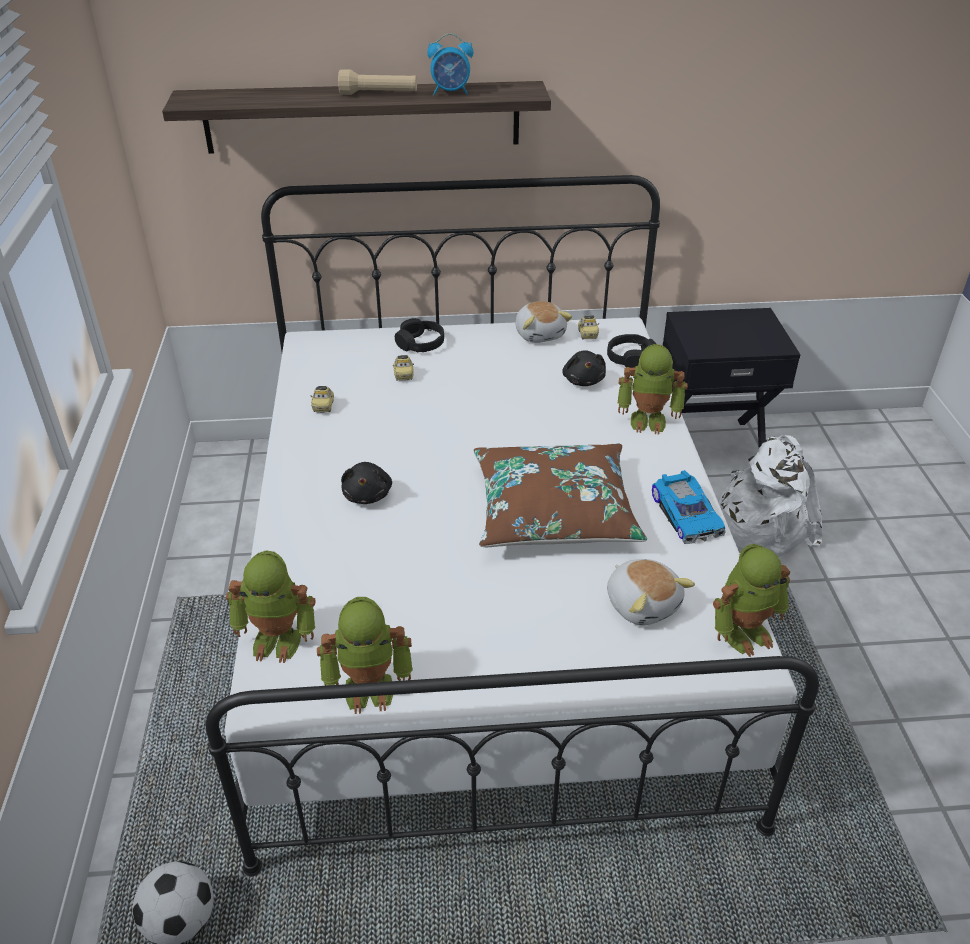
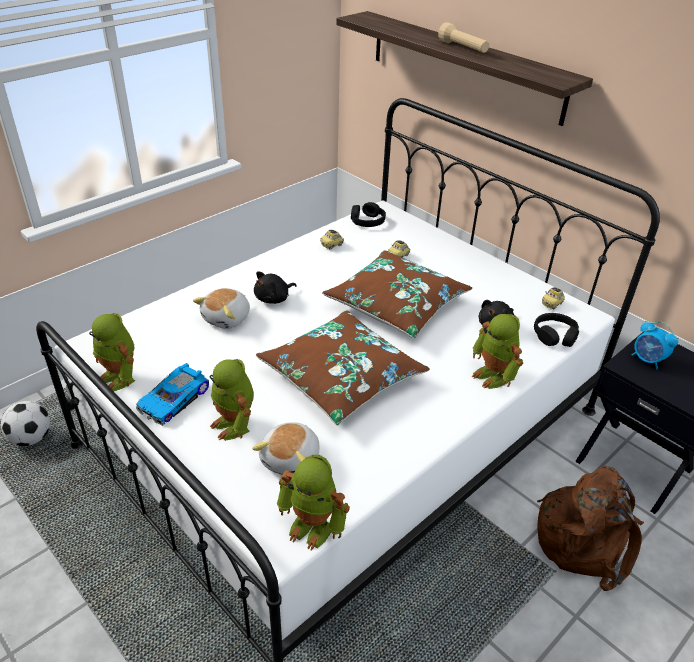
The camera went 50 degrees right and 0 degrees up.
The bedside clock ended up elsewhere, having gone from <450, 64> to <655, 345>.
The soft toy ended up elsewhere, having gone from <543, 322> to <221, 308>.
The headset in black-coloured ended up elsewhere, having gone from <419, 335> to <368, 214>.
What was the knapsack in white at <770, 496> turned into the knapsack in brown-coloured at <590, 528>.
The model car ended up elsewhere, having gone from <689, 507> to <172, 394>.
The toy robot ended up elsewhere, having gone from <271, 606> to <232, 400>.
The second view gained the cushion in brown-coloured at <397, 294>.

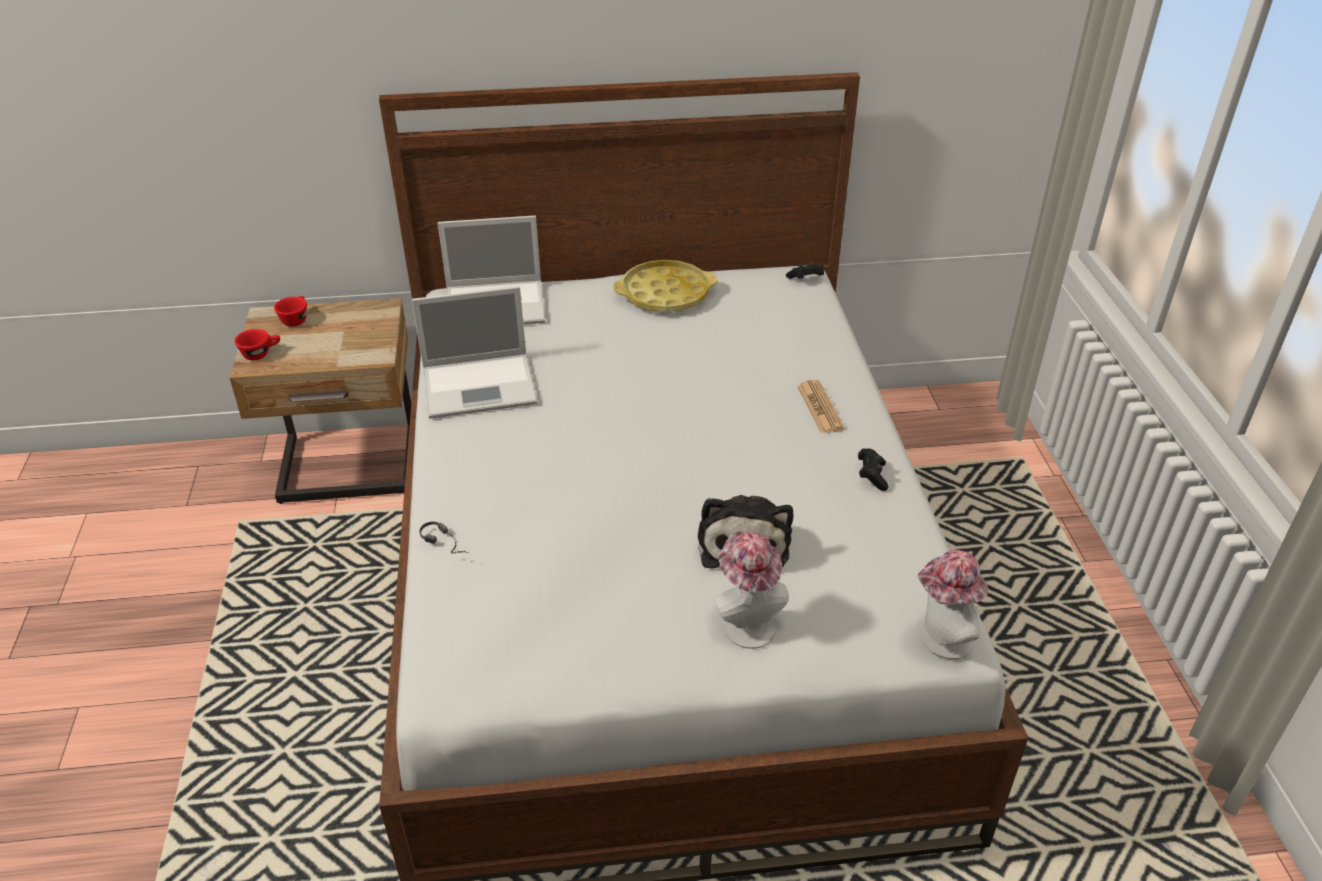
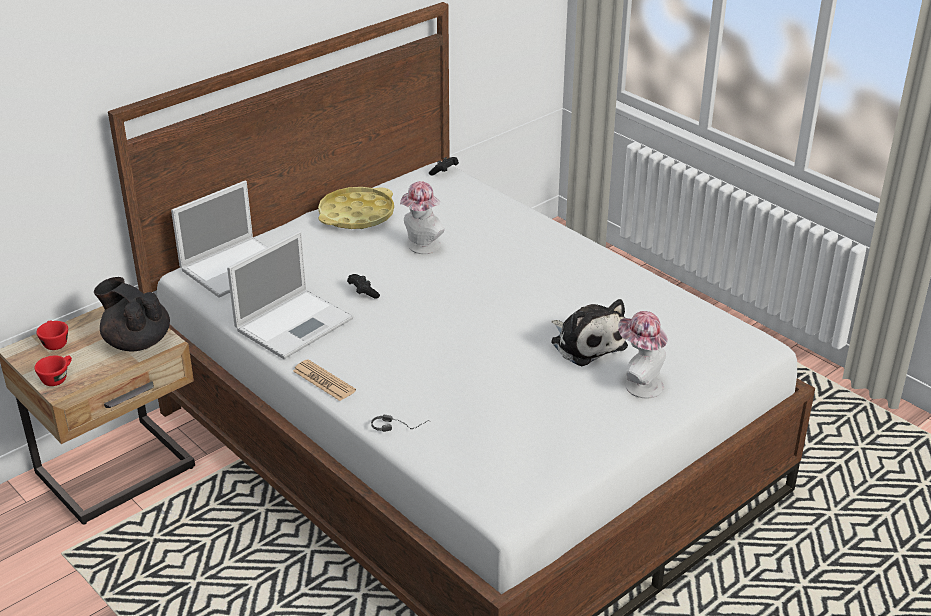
The camera went 35 degrees left and 5 degrees down.
The newspaper ended up elsewhere, having gone from <820, 406> to <324, 380>.
The gamepad in black-coloured ended up elsewhere, having gone from <873, 469> to <363, 286>.
The wearable hat ended up elsewhere, having gone from <952, 604> to <422, 217>.
The second view gained the pot for tea in black-coloured at <132, 314>.

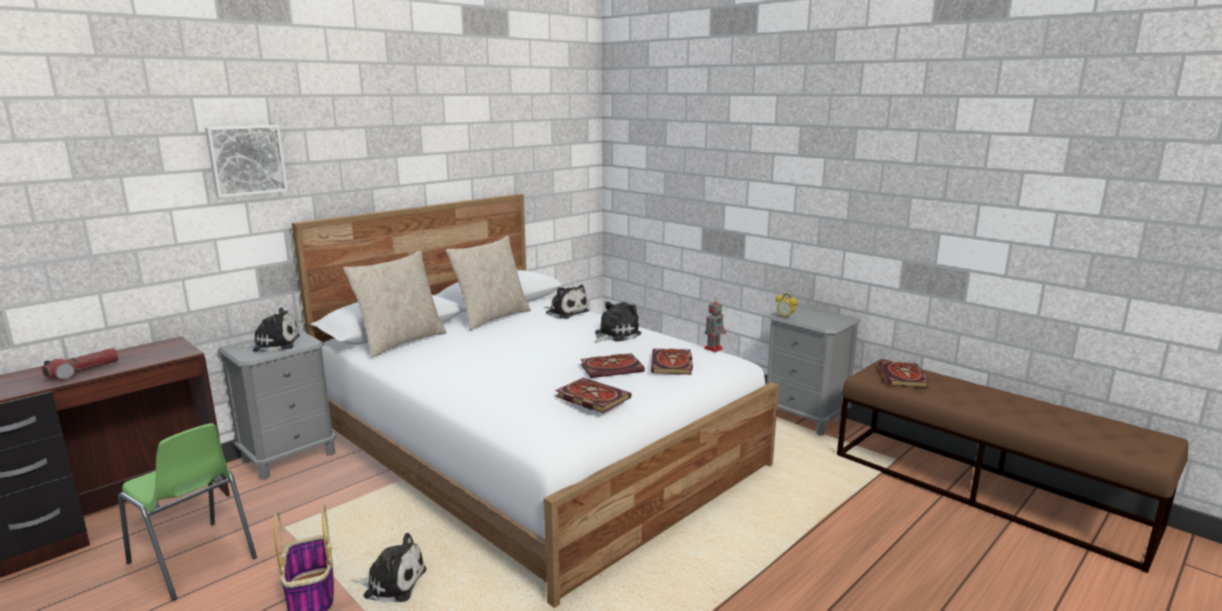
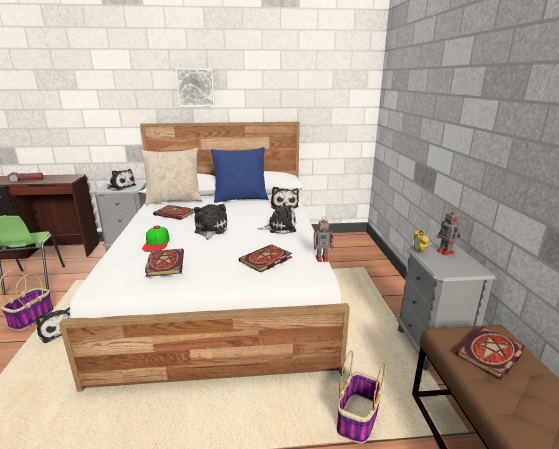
The camera went 40 degrees right and 5 degrees up.
The wall picture ended up elsewhere, having gone from <246, 161> to <195, 87>.
What was the cushion in sand-coloured at <488, 283> turned into the cushion in bluish at <239, 175>.
The book ended up elsewhere, having gone from <613, 365> to <174, 212>.
The second view gained the soft toy at <210, 222>.
The second view gained the toy robot at <448, 231>.
The second view gained the peaked cap at <156, 238>.
The second view gained the storage basket at <361, 396>.

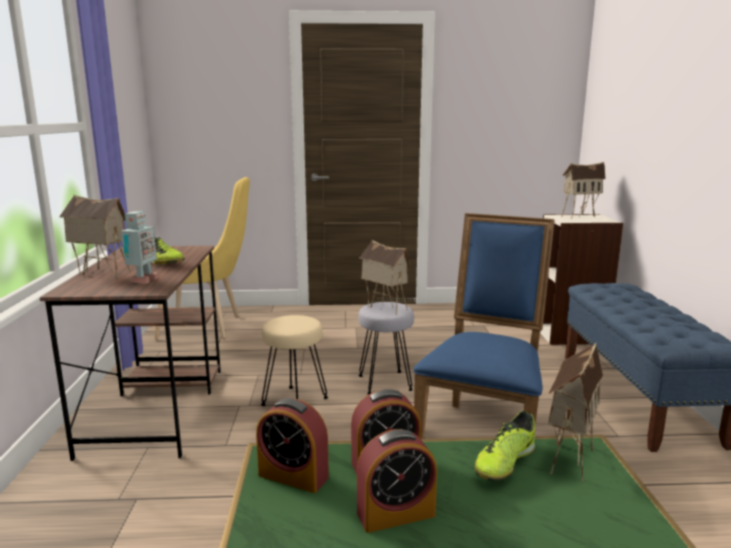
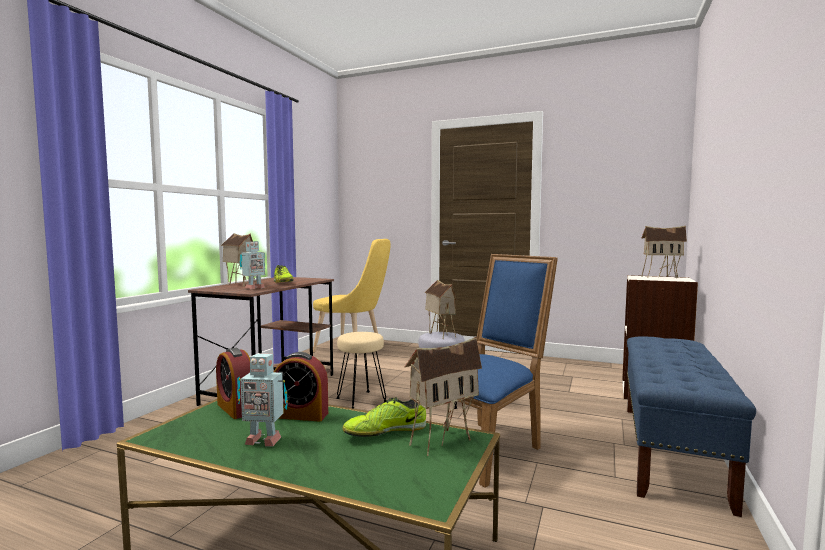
The camera went 25 degrees right and 10 degrees down.
Where the bedside clock stood at <397, 481>, the toy robot came to stand at <262, 400>.

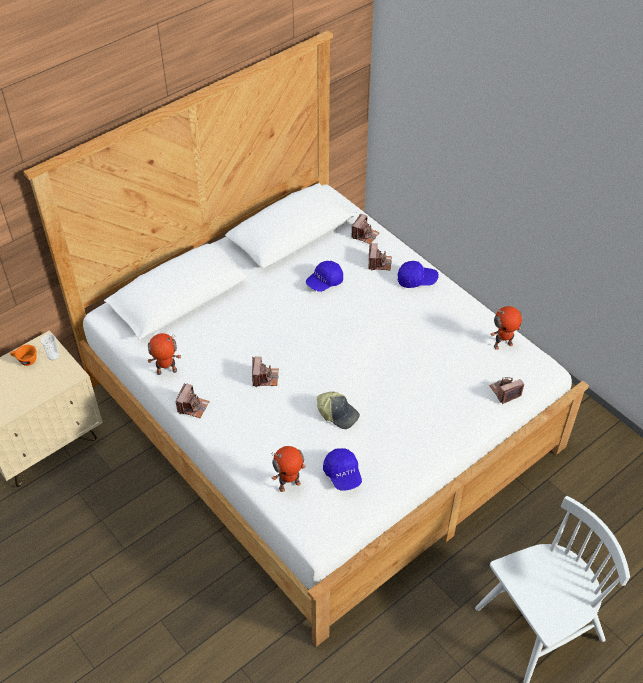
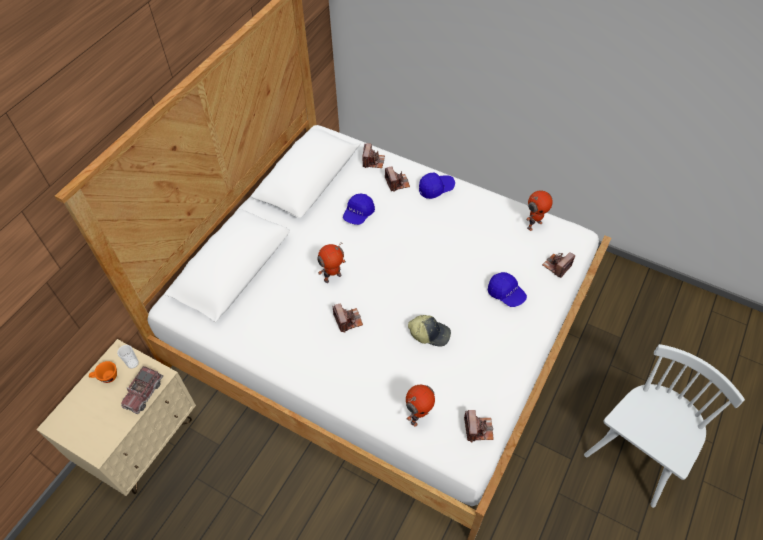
The camera went 20 degrees left and 5 degrees up.
The toy robot ended up elsewhere, having gone from <164, 354> to <331, 263>.
The still camera ended up elsewhere, having gone from <192, 400> to <479, 426>.
The peaked cap in bluish ended up elsewhere, having gone from <342, 469> to <507, 289>.
The second view gained the toy lorry at <142, 390>.

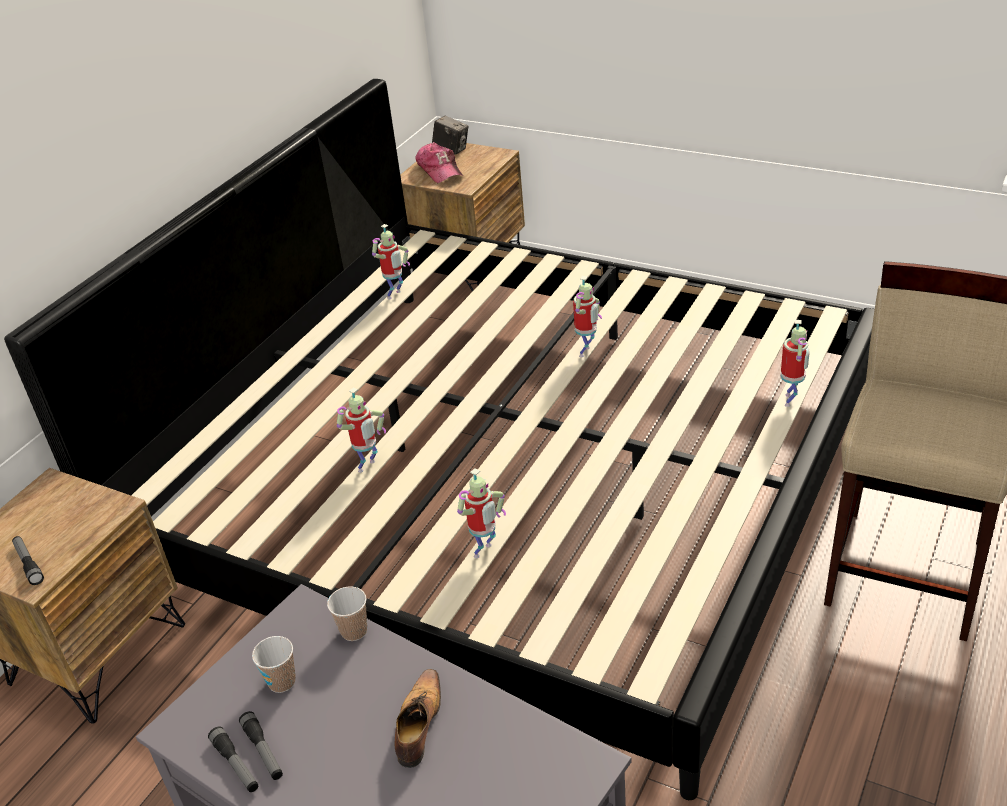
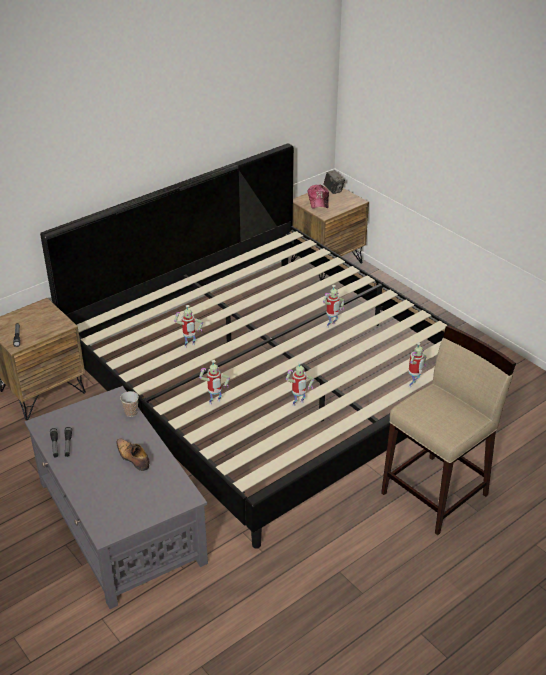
The camera went 20 degrees right and 0 degrees up.
The toy robot ended up elsewhere, having gone from <391, 261> to <300, 383>.
The second view lost the cup at <274, 664>.
The shoe at <418, 718> ended up facing another way, 75 degrees counterclockwise from before.

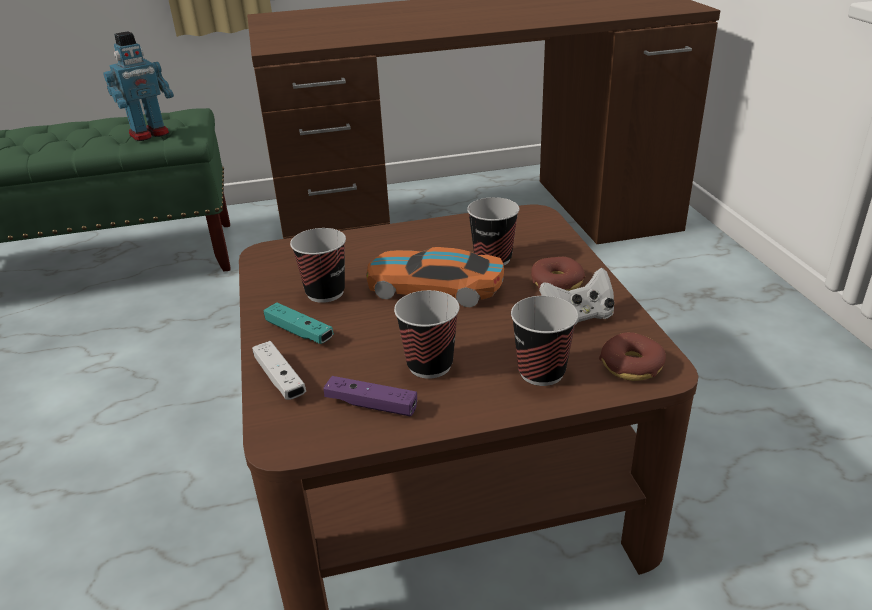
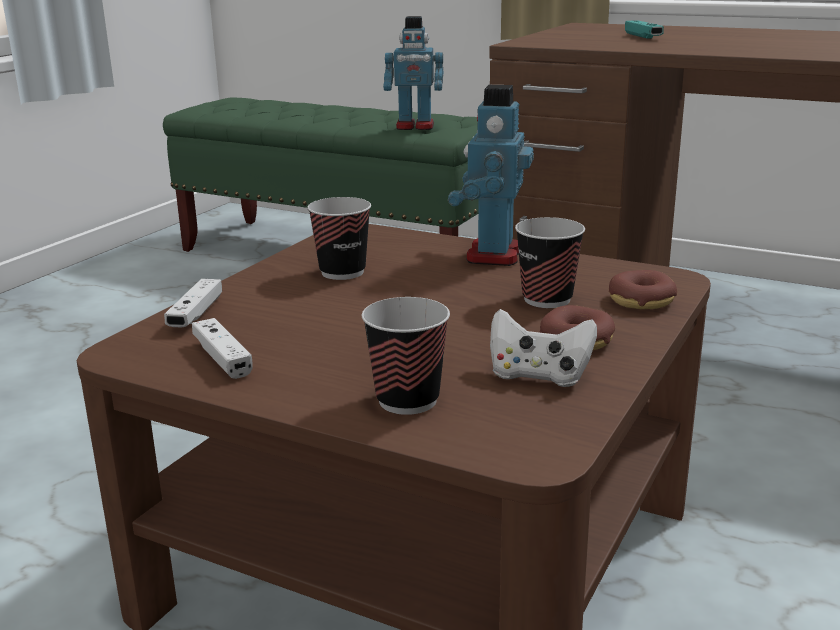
The camera went 40 degrees right and 10 degrees down.
The second view lost the model car at <435, 277>.
The second view lost the cup at <426, 334>.
The gamepad in blue-green ended up elsewhere, having gone from <299, 323> to <644, 29>.
The donut ended up elsewhere, having gone from <632, 356> to <643, 290>.
What was the gamepad in purple-coloured at <370, 396> turned into the gamepad in white at <222, 348>.
The second view gained the toy robot at <491, 175>.

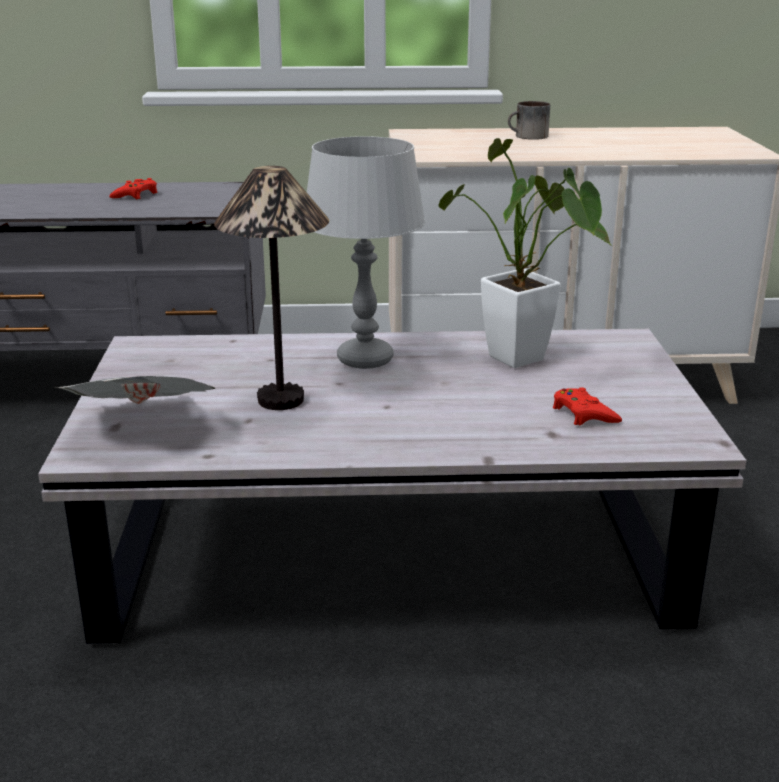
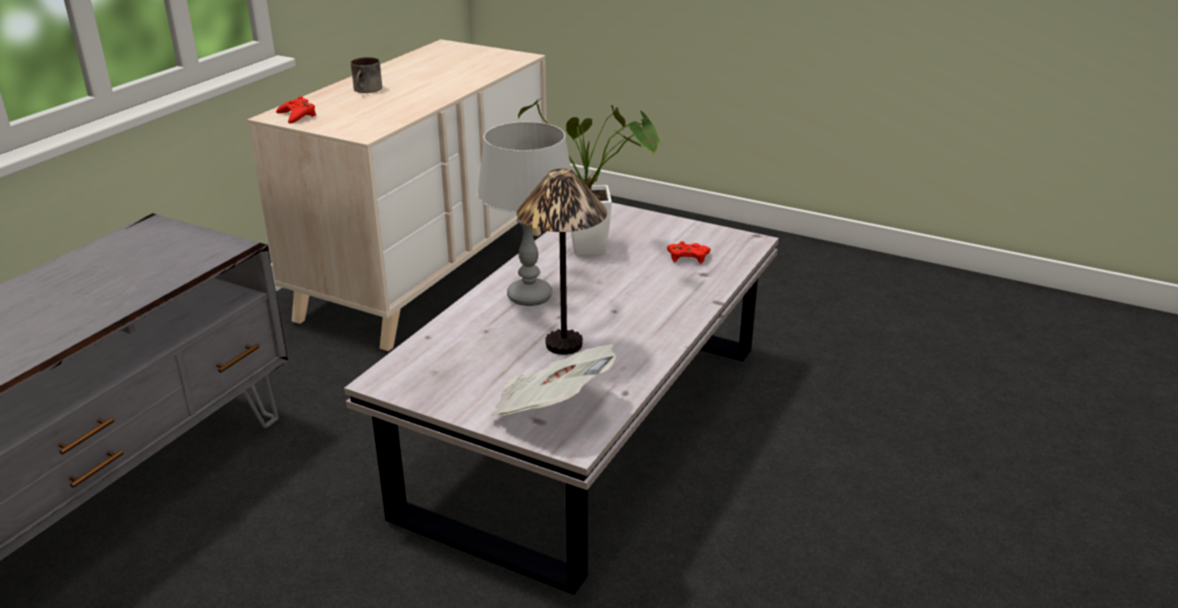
The camera went 60 degrees left and 5 degrees up.
The gamepad in red-coloured ended up elsewhere, having gone from <133, 188> to <296, 109>.

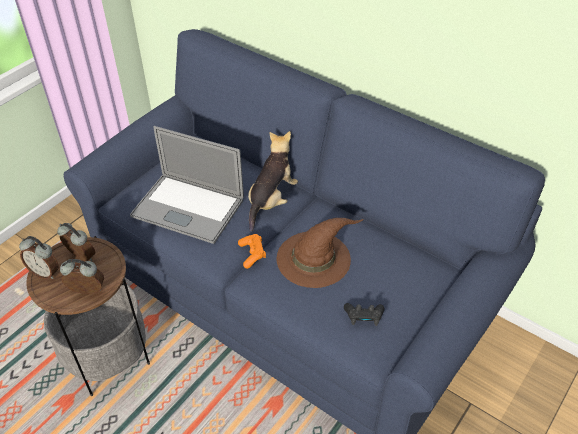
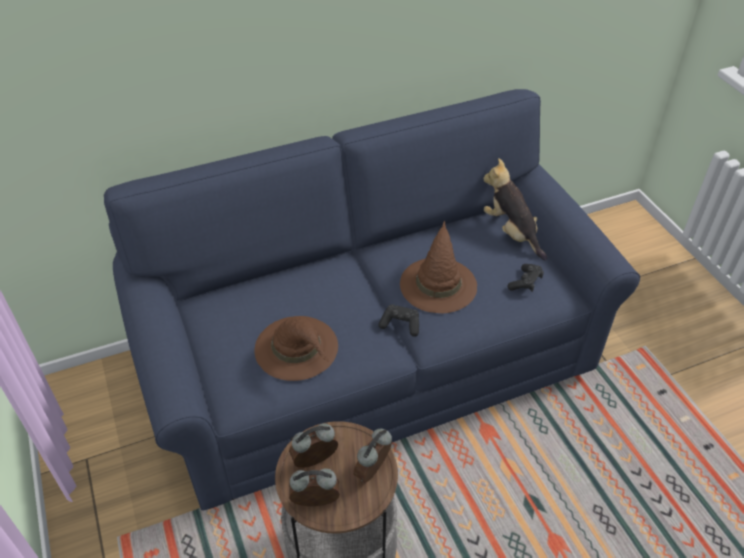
The camera went 60 degrees left and 0 degrees up.
Where the notebook computer stood at <187, 185>, the wearable hat in brown-coloured came to stand at <296, 348>.
The soft toy ended up elsewhere, having gone from <273, 181> to <515, 209>.
What was the gamepad in orange at <252, 251> turned into the gamepad in black-coloured at <399, 320>.
The bedside clock at <39, 257> ended up facing another way, 150 degrees counterclockwise from before.

